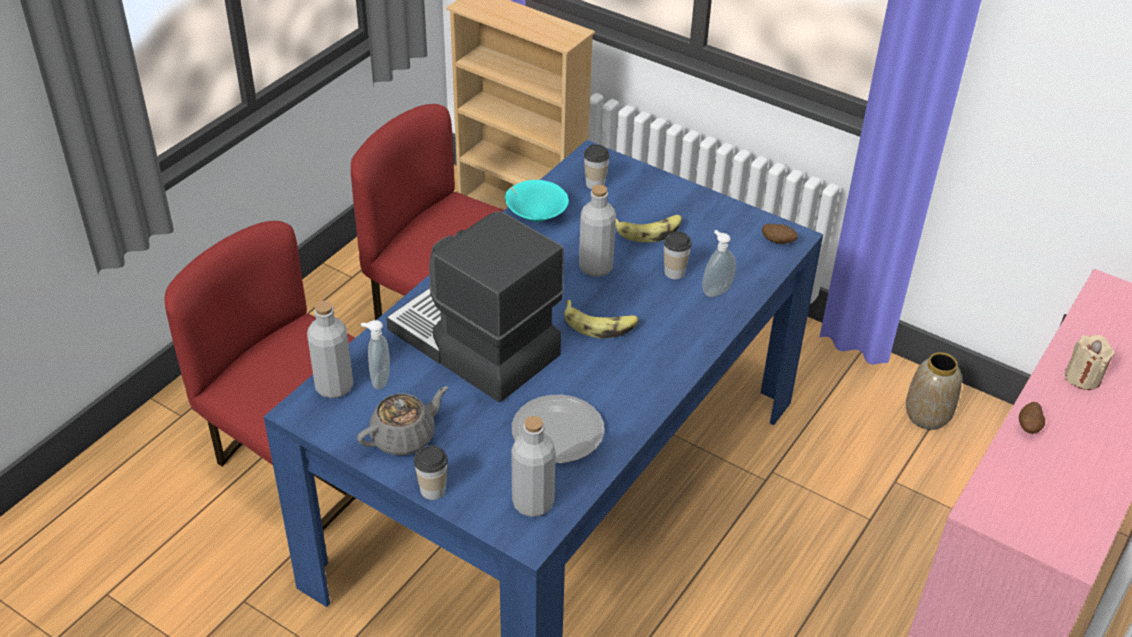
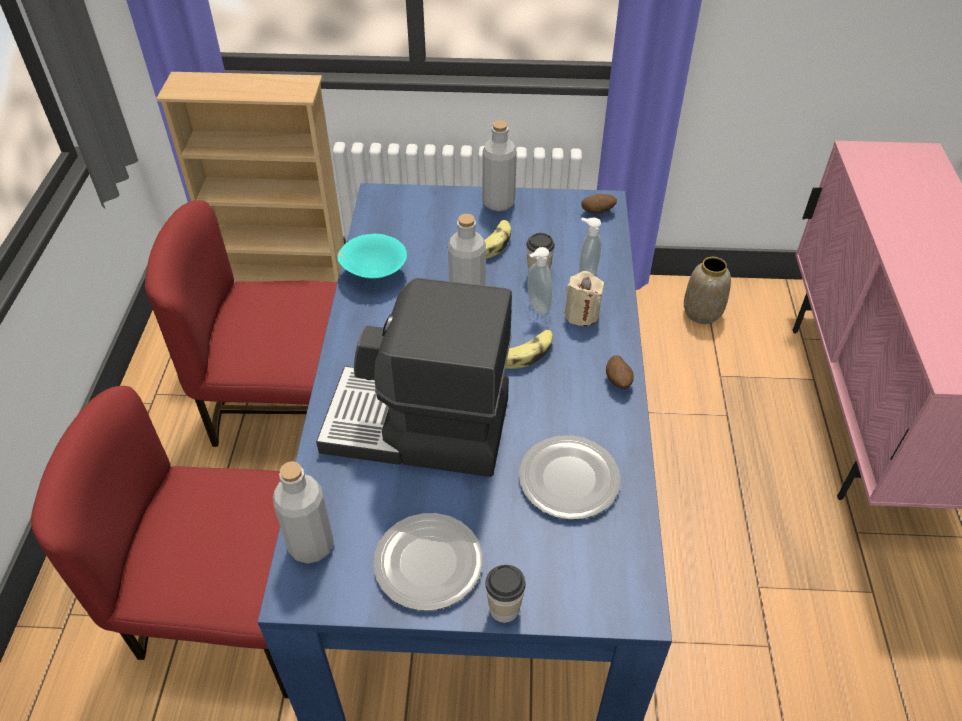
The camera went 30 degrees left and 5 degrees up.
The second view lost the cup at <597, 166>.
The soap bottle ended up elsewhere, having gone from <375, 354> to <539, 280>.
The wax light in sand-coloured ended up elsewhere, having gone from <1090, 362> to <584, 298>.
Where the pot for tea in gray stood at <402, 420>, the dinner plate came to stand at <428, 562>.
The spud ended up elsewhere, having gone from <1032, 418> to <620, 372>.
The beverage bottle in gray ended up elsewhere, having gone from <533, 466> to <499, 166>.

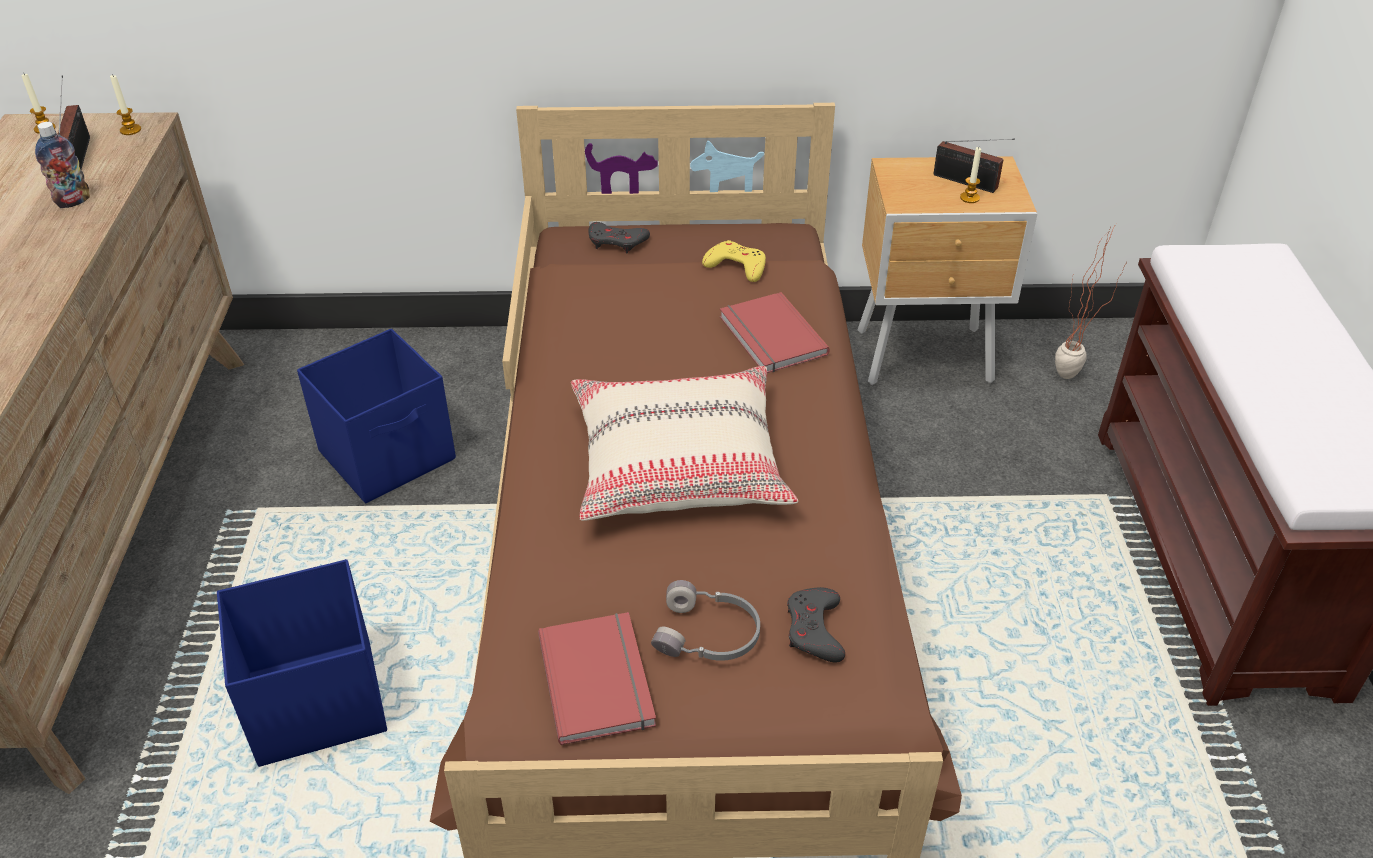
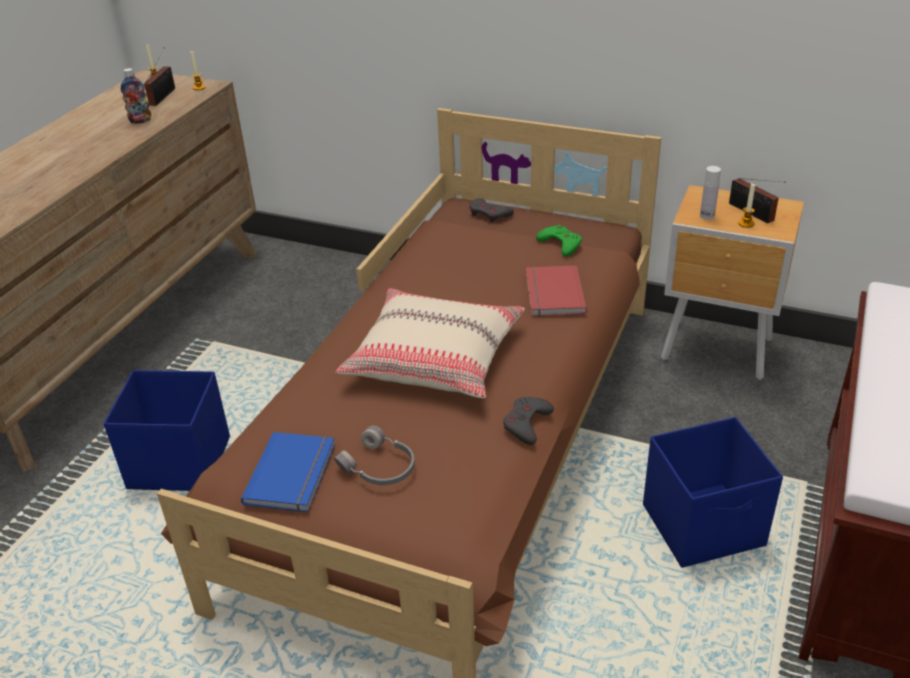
The camera went 25 degrees right and 5 degrees down.
The second view lost the potted plant at <1090, 301>.
What was the gamepad in yellow at <734, 261> turned into the gamepad in green at <559, 241>.
The storage bin in bluish ended up elsewhere, having gone from <376, 416> to <713, 492>.
The gamepad in gray ended up elsewhere, having gone from <816, 625> to <528, 421>.
What was the book in red-coloured at <597, 678> turned into the book in bluish at <288, 472>.
The second view gained the beverage bottle in white at <710, 193>.

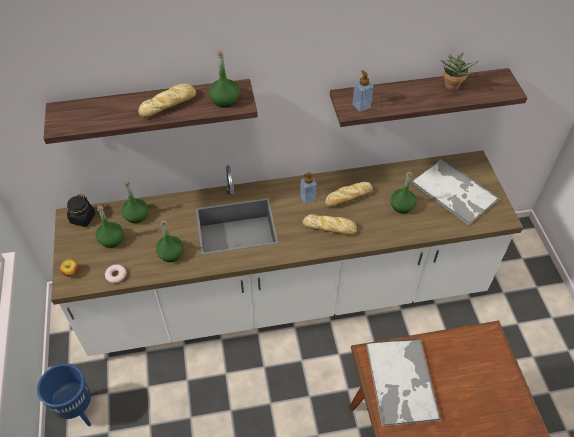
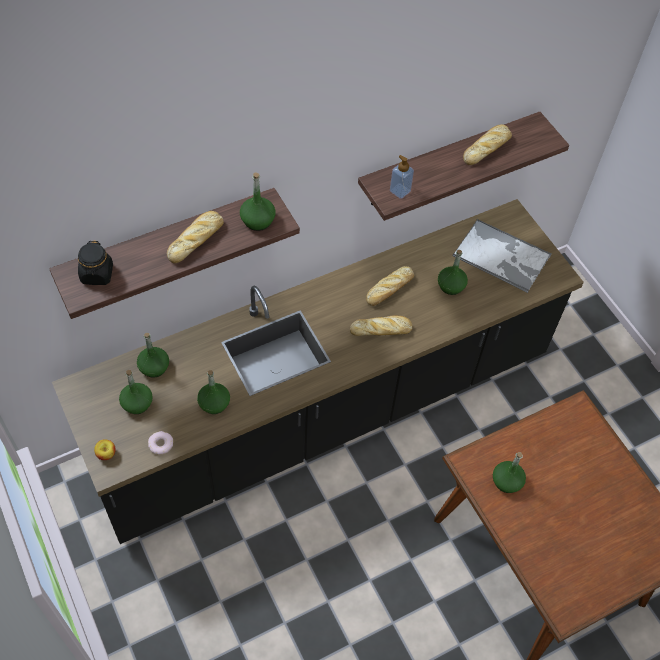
The camera went 20 degrees left and 5 degrees up.
Where the potted plant stood at <460, 71>, the baked bread came to stand at <487, 144>.
What was the kitchen counter in white at <287, 253> turned into the kitchen counter in black-coloured at <318, 371>.
The second view lost the soap bottle at <308, 187>.
The jar in black-coloured ended up elsewhere, having gone from <81, 210> to <95, 263>.
Where the carrying tray stood at <403, 382>, the beverage bottle in green came to stand at <509, 472>.
The second view lost the planter in bluish at <64, 394>.

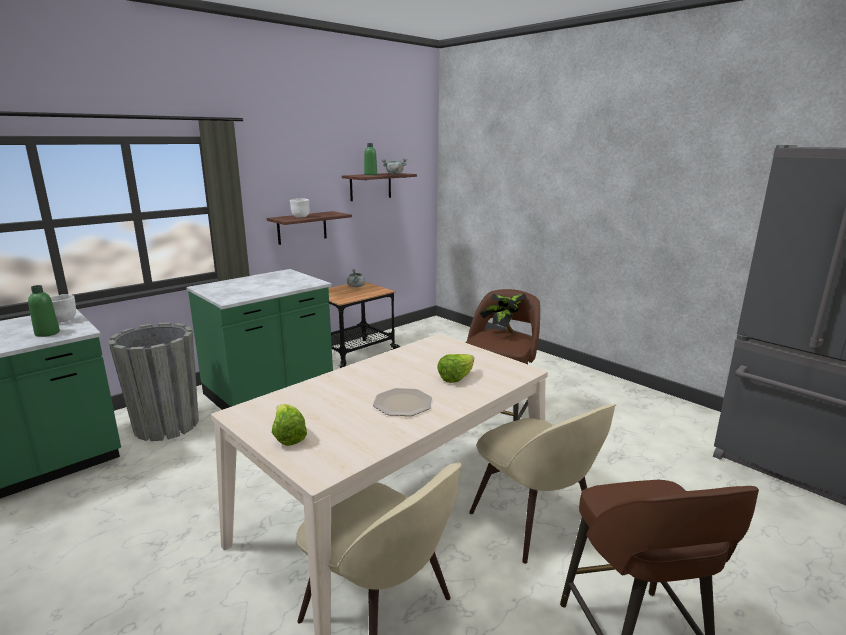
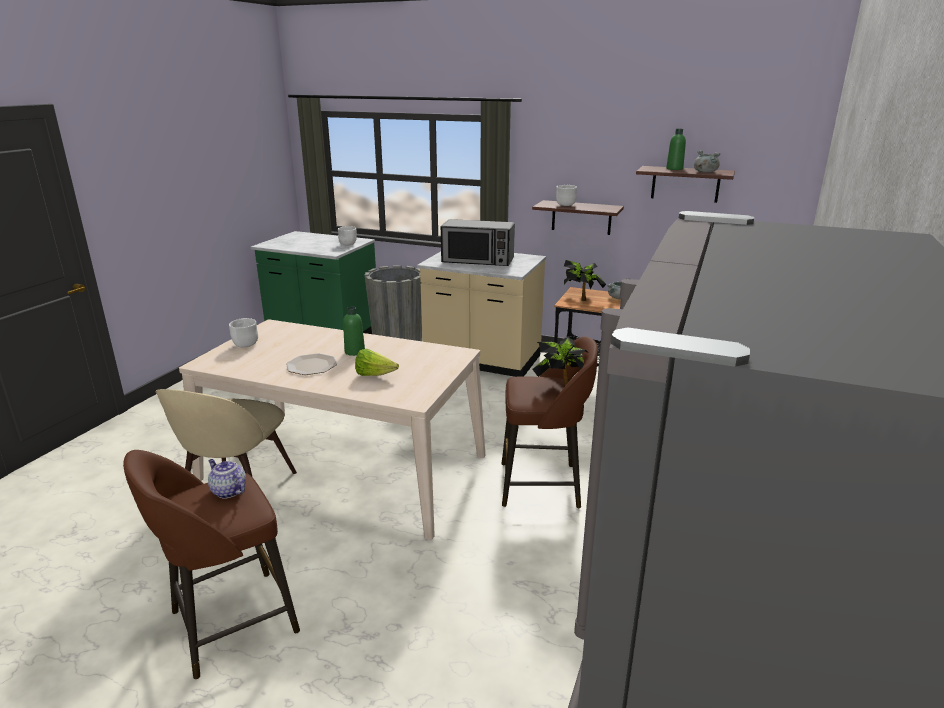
The camera went 65 degrees right and 5 degrees up.
What was the kitchen counter in green at <259, 339> turned into the kitchen counter in sand-coloured at <481, 314>.
The beverage bottle in green ended up elsewhere, having gone from <44, 311> to <354, 331>.
Where the lettuce head stood at <289, 425>, the deep dish in white came to stand at <243, 332>.
The second view lost the chair in sand-coloured at <542, 484>.
The second view gained the microwave oven at <478, 242>.
The second view gained the potted plant at <585, 280>.
The second view gained the pot for tea at <227, 479>.

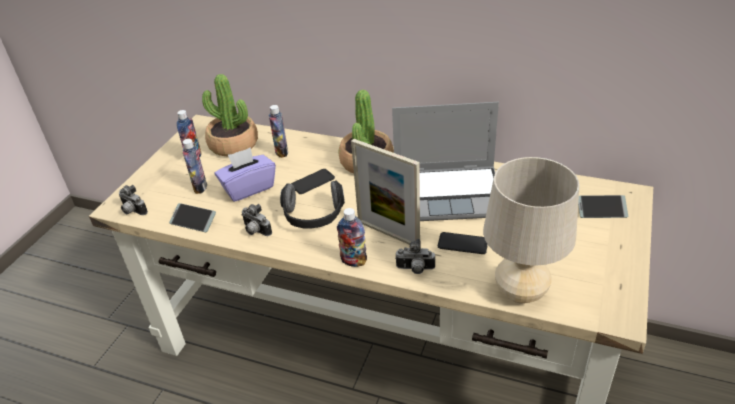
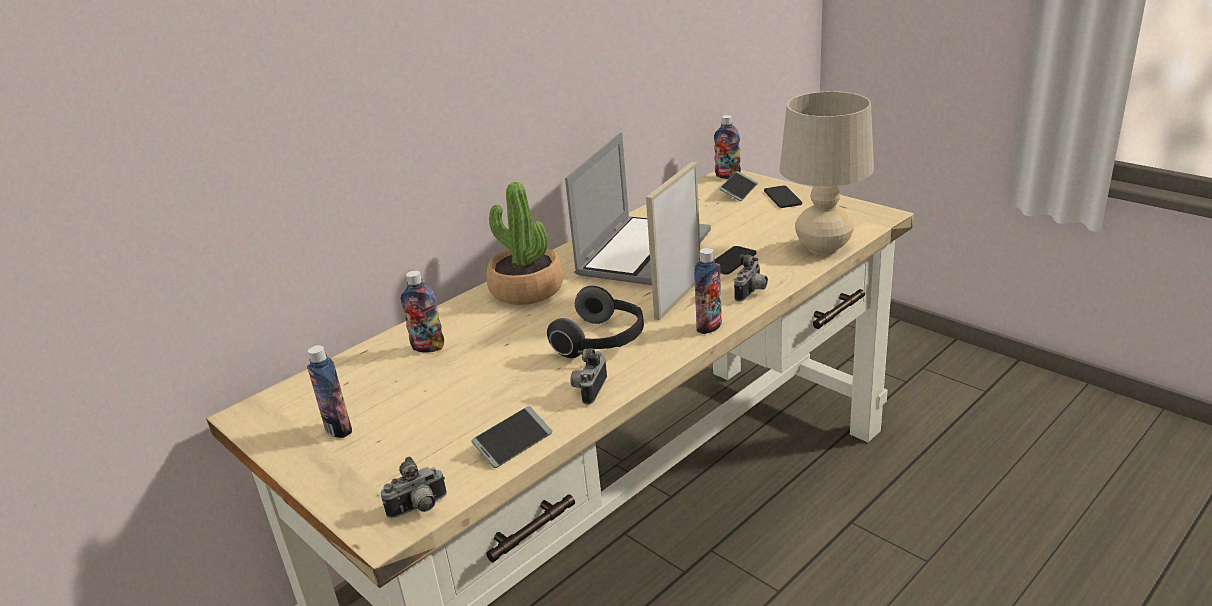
The camera went 65 degrees left and 10 degrees down.
The second view lost the potted plant at <230, 115>.
The beverage bottle ended up elsewhere, having gone from <195, 166> to <727, 147>.
The picture frame at <385, 192> ended up facing another way, 150 degrees clockwise from before.
The second view lost the tissue box in purple-coloured at <245, 174>.
The telephone ended up elsewhere, having gone from <313, 181> to <783, 197>.
The still camera at <256, 220> ended up facing another way, 135 degrees clockwise from before.

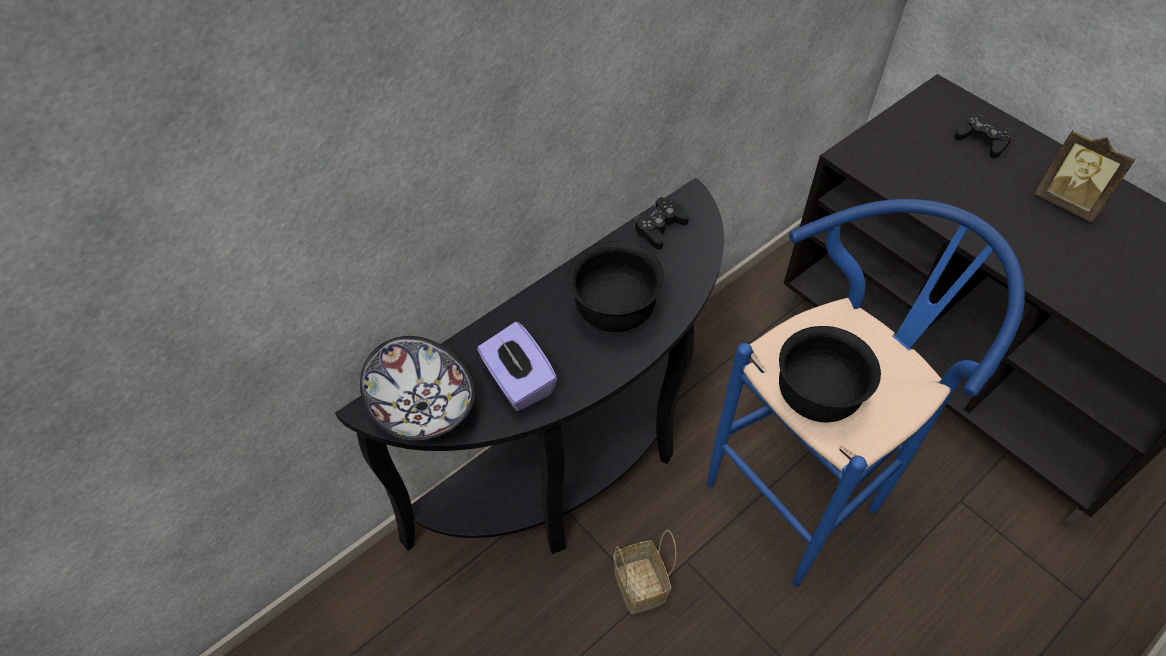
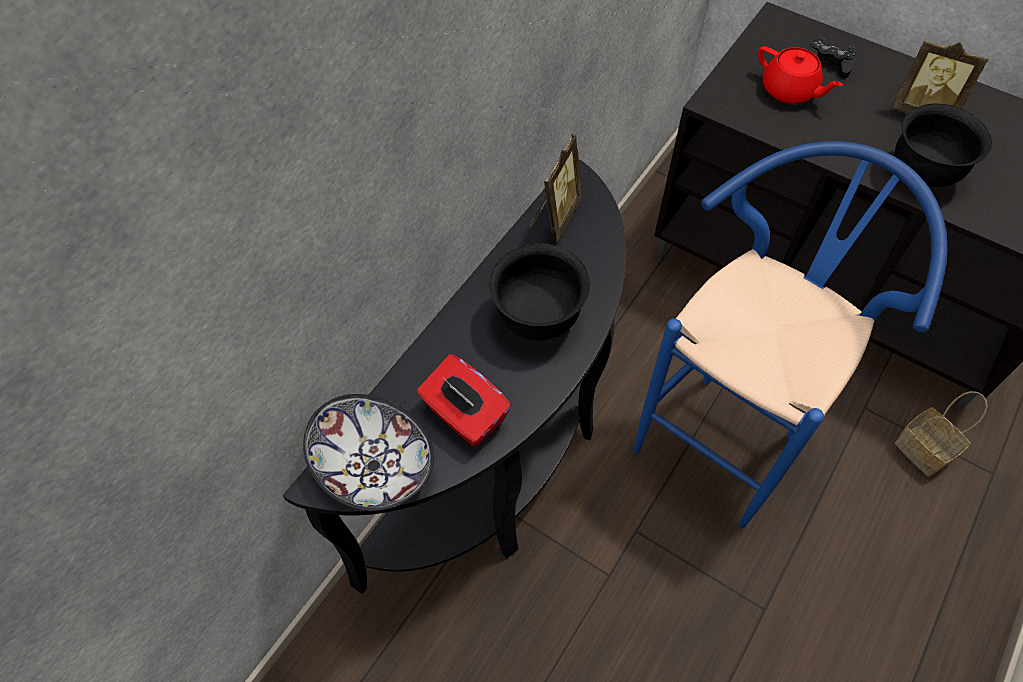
The camera went 15 degrees left and 5 degrees up.
Where the gamepad in black-coloured stood at <661, 223>, the picture frame came to stand at <556, 188>.
What was the tissue box in purple-coloured at <517, 366> turned into the tissue box in red-coloured at <464, 400>.
The deep dish in black-coloured ended up elsewhere, having gone from <830, 374> to <943, 145>.
The storage basket ended up elsewhere, having gone from <644, 572> to <941, 433>.
The second view gained the pot for tea in red-coloured at <800, 75>.

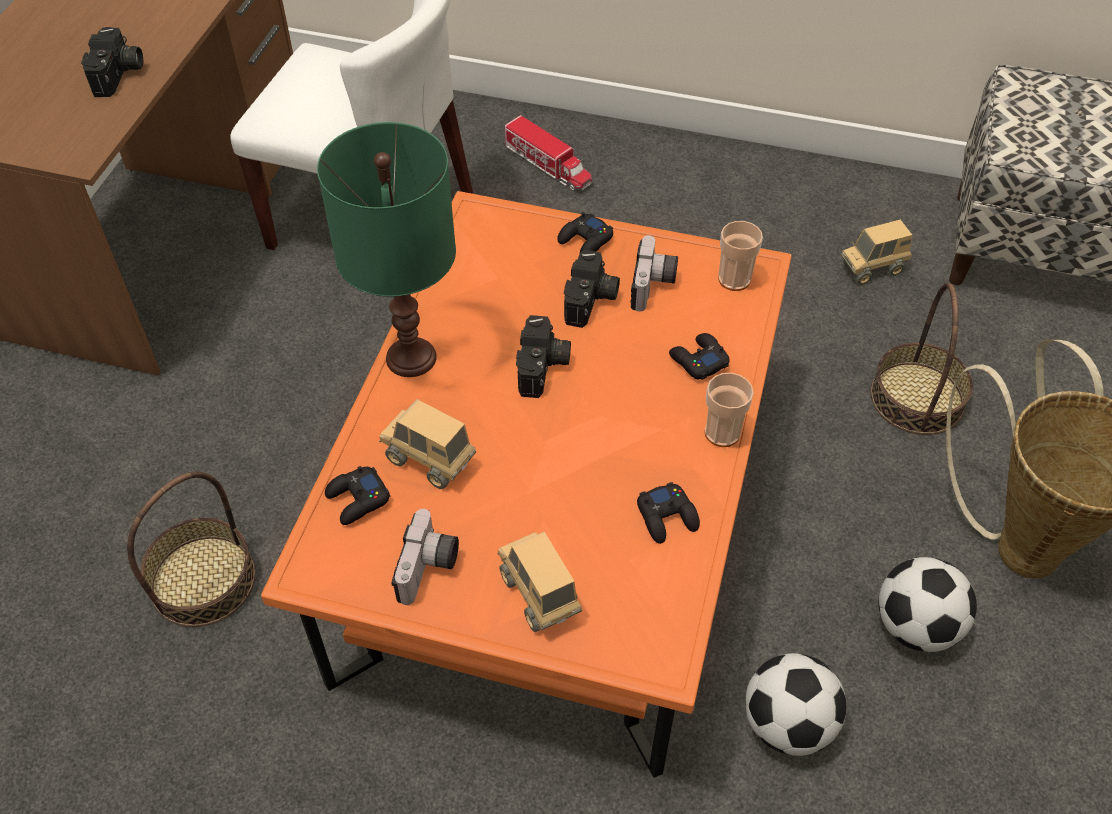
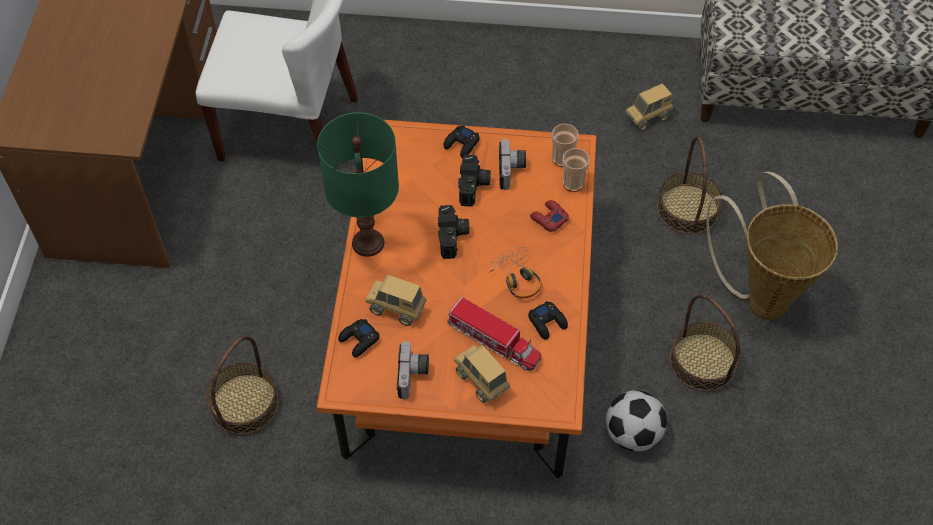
The camera went 10 degrees left and 5 degrees up.
The second view lost the still camera at <112, 62>.
The toy lorry ended up elsewhere, having gone from <548, 153> to <494, 334>.
What was the gamepad in black-coloured at <699, 356> turned into the gamepad in red-coloured at <549, 216>.
The cup ended up elsewhere, having gone from <729, 410> to <576, 170>.
Where the football stood at <928, 604>, the storage basket came to stand at <705, 343>.
The second view gained the headset at <515, 273>.

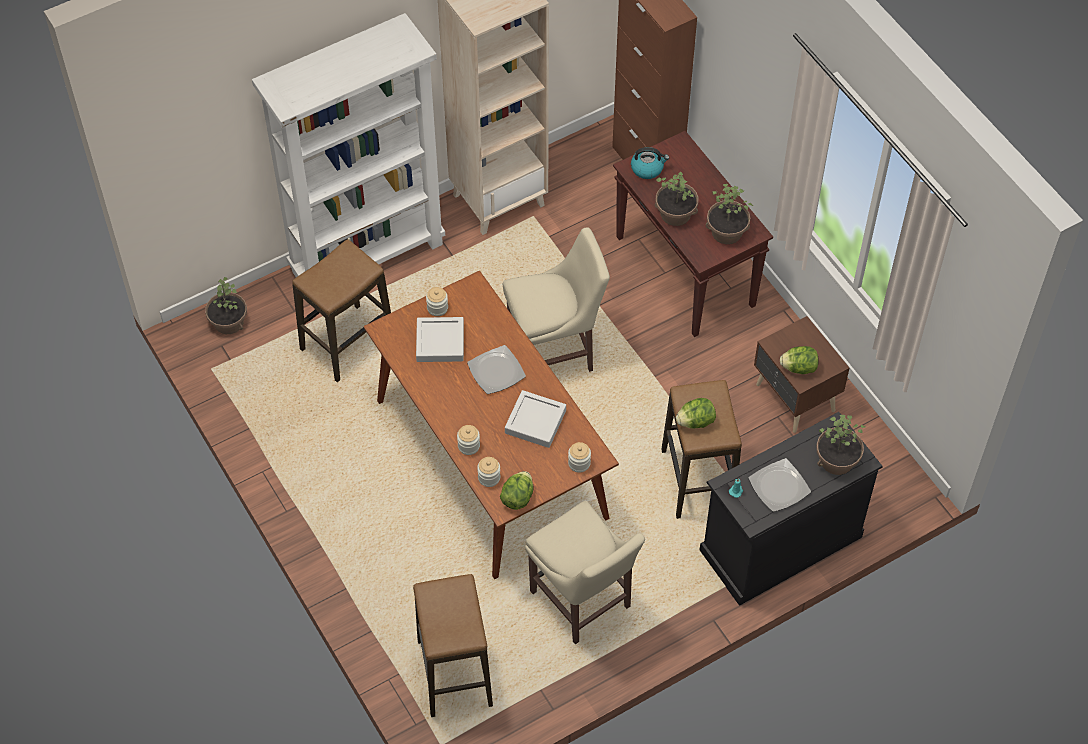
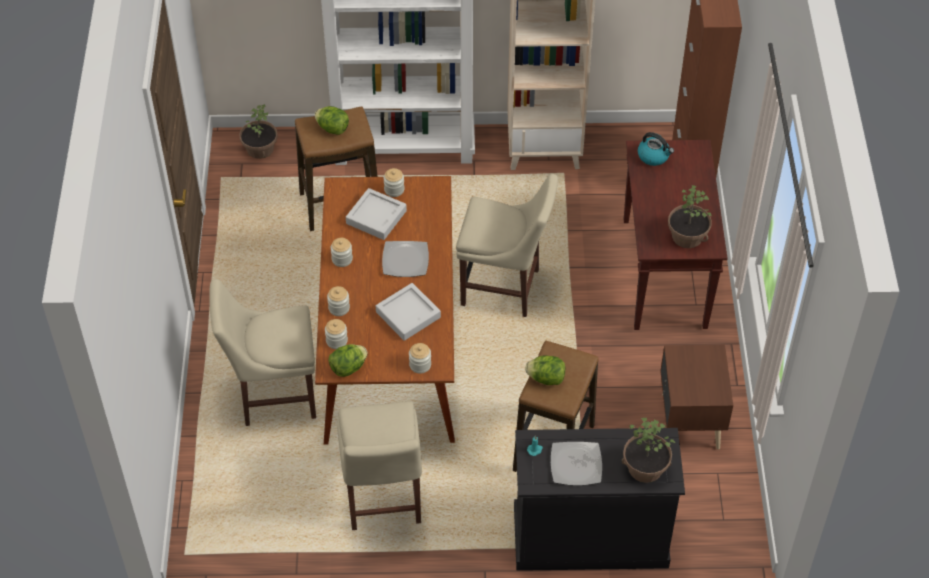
The camera went 30 degrees right and 5 degrees down.
The second view lost the potted plant at <676, 198>.
The lettuce head ended up elsewhere, having gone from <799, 360> to <331, 120>.
The second view lost the sitting stool at <453, 645>.
The second view gained the jar at <342, 252>.
The second view gained the chair in sand-coloured at <262, 352>.

